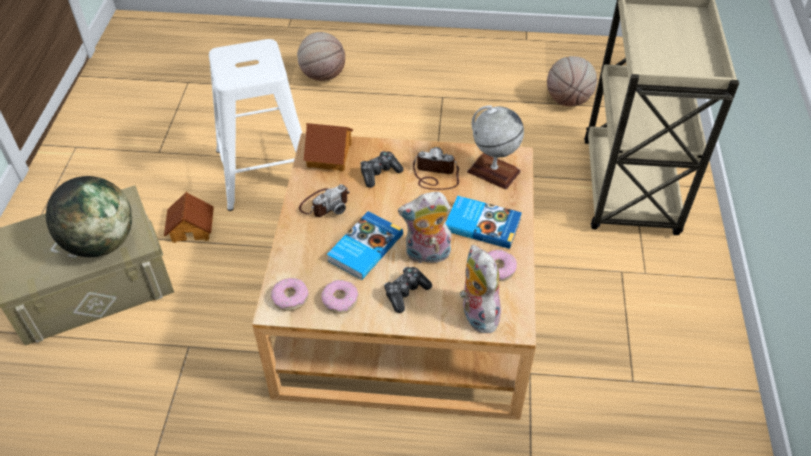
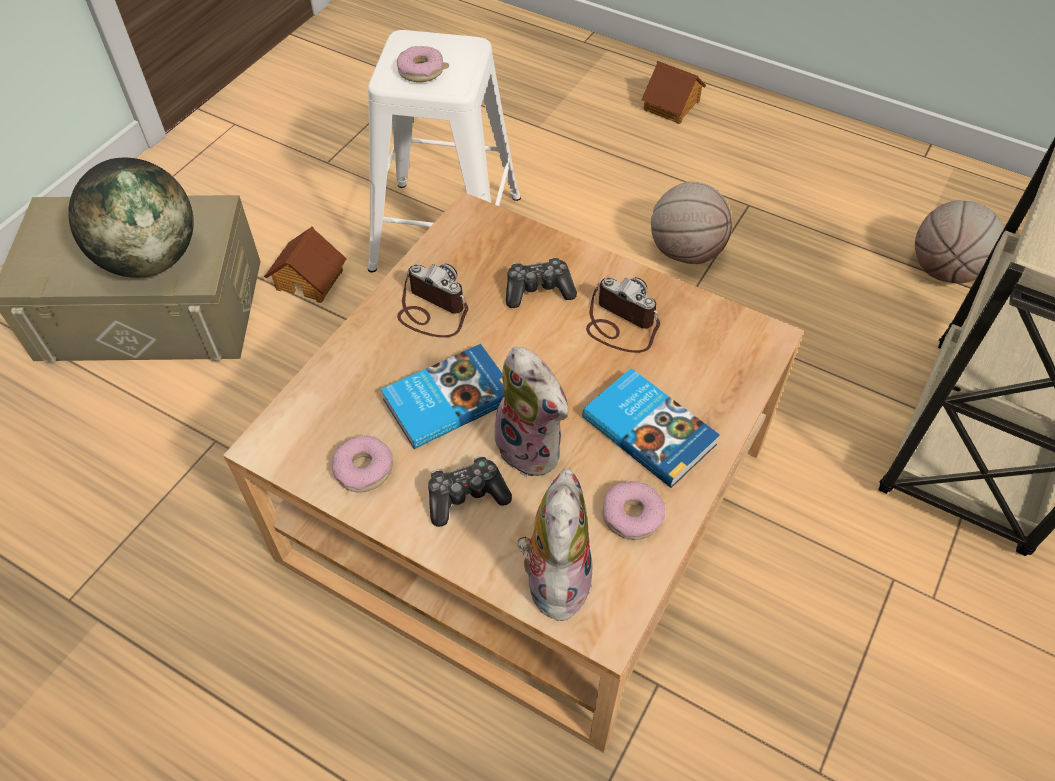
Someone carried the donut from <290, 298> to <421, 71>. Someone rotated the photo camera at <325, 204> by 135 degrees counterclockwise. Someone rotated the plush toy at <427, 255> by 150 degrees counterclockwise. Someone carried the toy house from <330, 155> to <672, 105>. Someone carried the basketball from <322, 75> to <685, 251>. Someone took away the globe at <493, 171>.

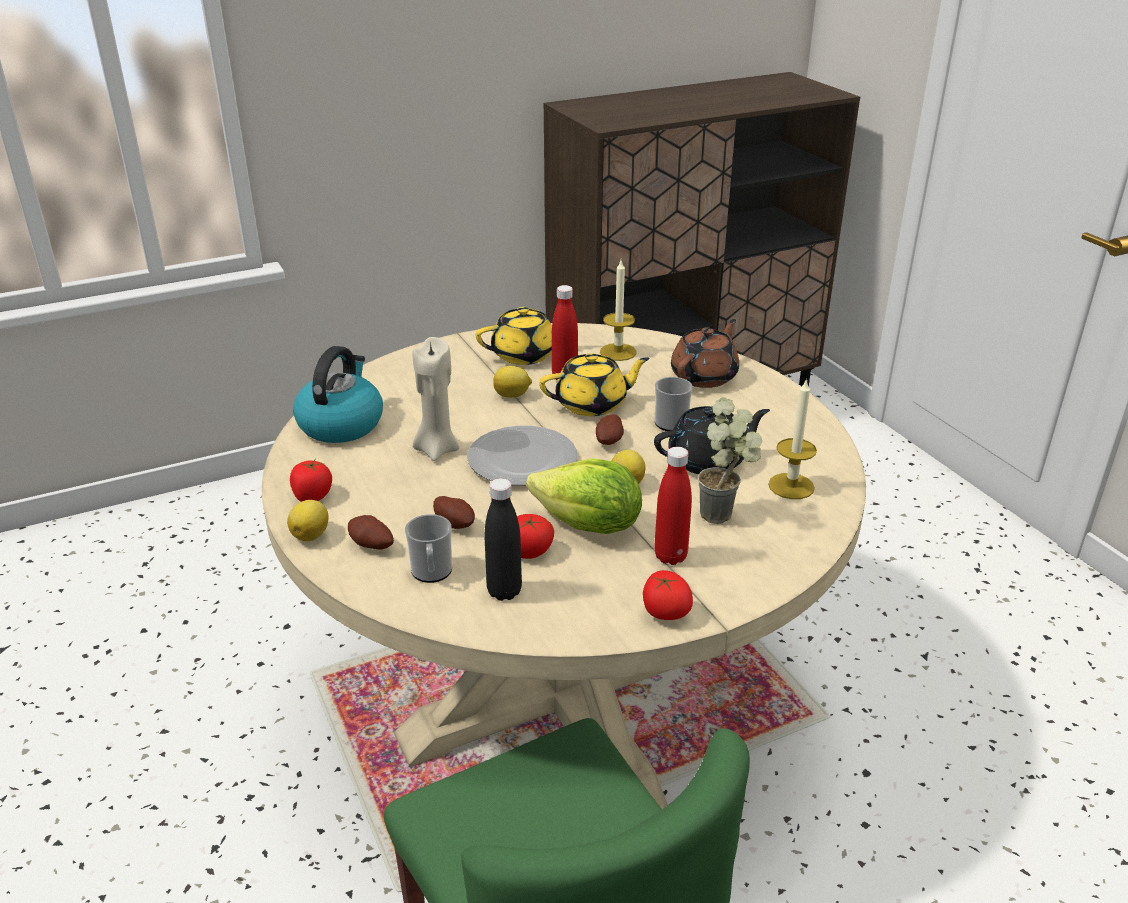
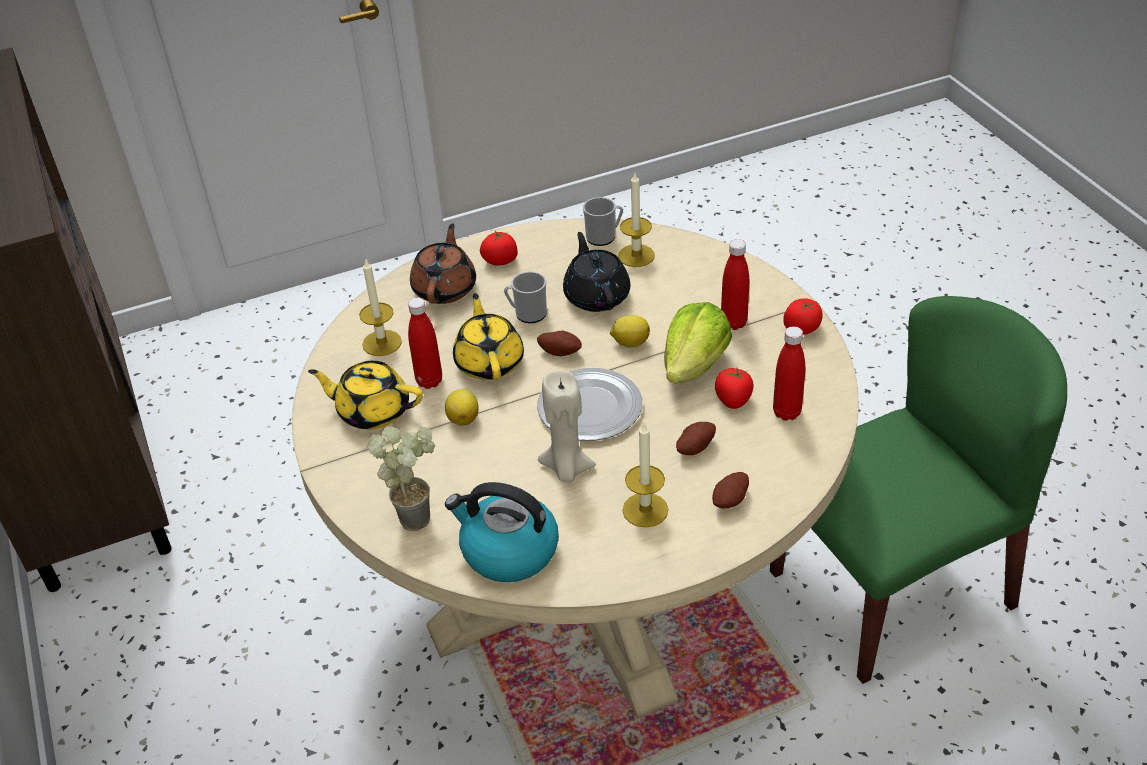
Someone rotated the teapot (yellow) at <526, 354> by 60 degrees counterclockwise. Someone carried the potted plant from <725, 516> to <417, 513>. Someone rotated the teapot (brown) at <705, 376> by 60 degrees clockwise. Someone carried the tomato from <312, 496> to <500, 260>. Someone carried the mug from <432, 573> to <604, 237>. Someone put down the candle at <645, 510>. Someone repainted the bottle (black) at <504, 591>, which became the bottle (red) at <786, 412>. Someone took away the lemon at <311, 535>.

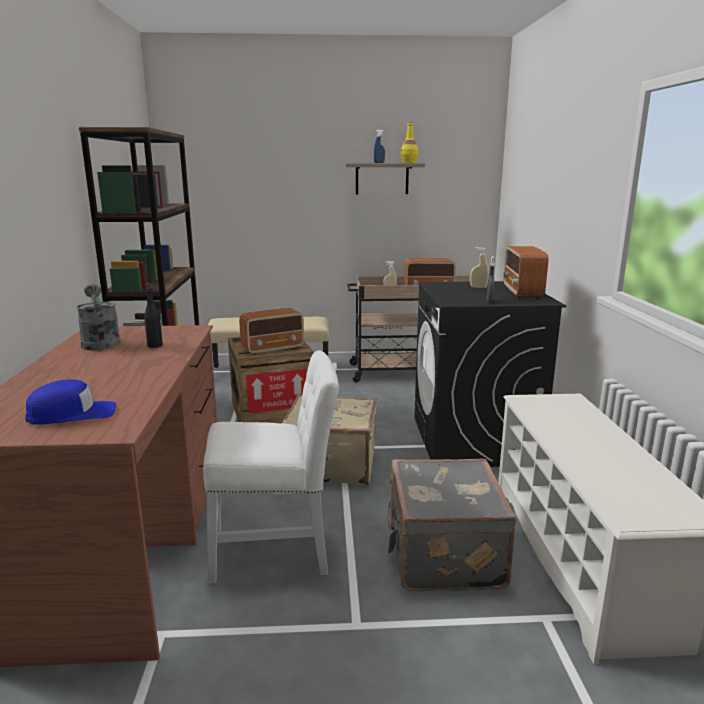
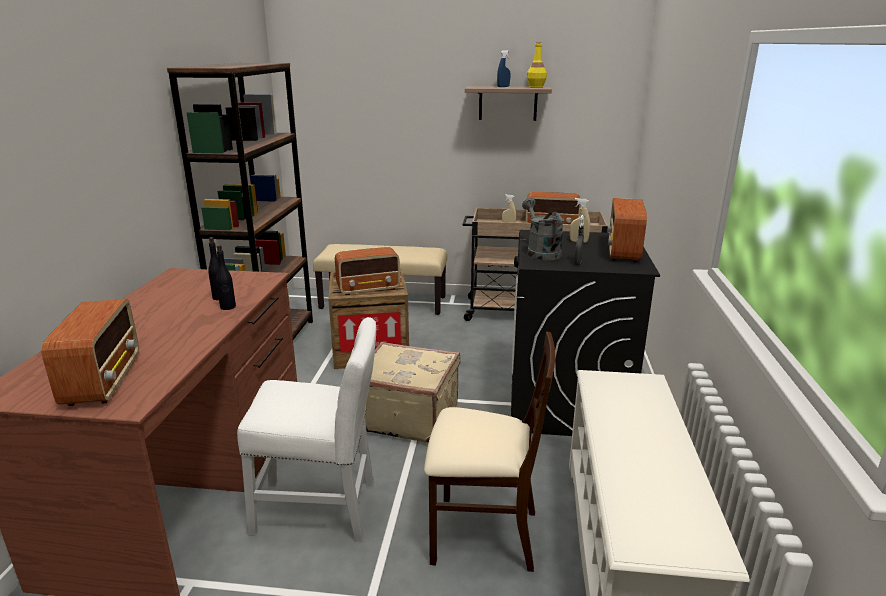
Someone swapped the cap (blue) at <72, 414> for the radio at <103, 380>. Someone put down the bottle (black) at <228, 307>. Someone swapped the suitcase (grey) at <442, 555> for the chair (beige) at <483, 534>. Someone carried the watering can (grey) from <100, 342> to <541, 252>.

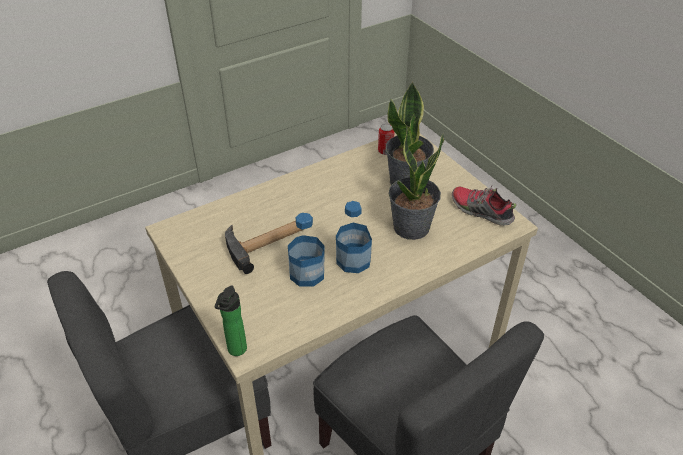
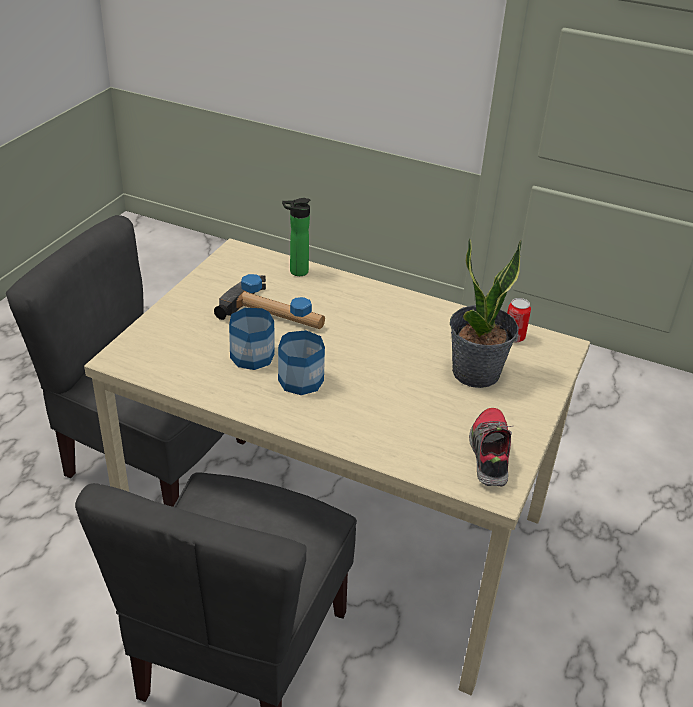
Someone carried the bottle from <236, 351> to <296, 272>. Someone took away the potted plant at <411, 228>.

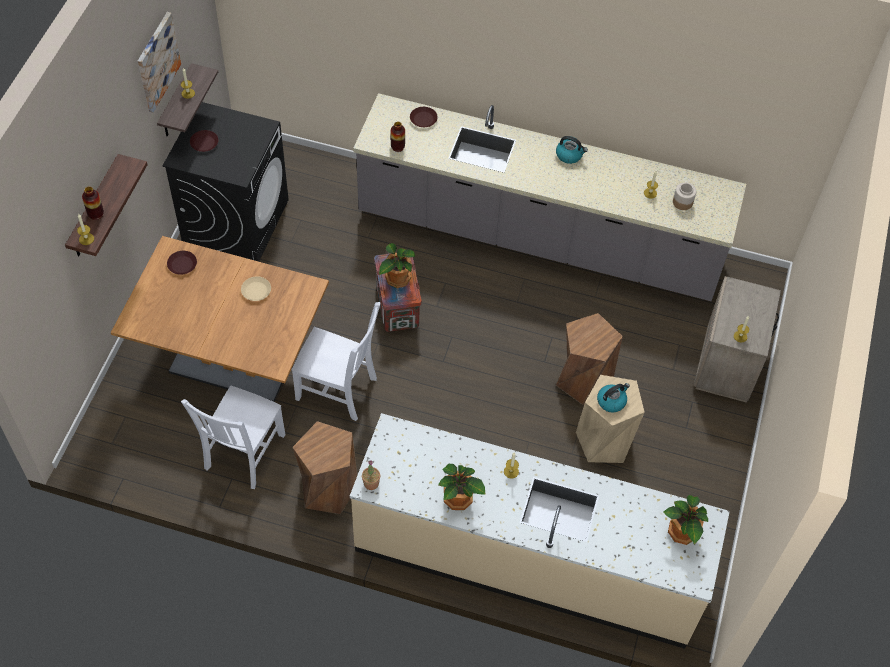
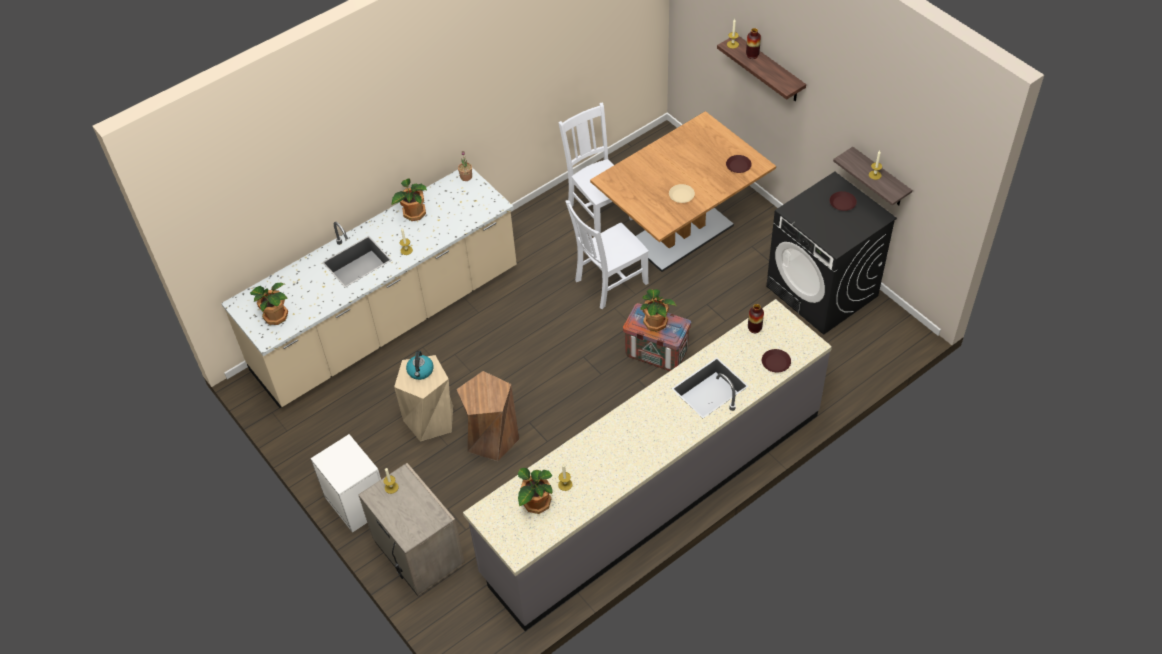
Someone put down the nightstand (white) at <357, 501>. Someone swapped the jar at <682, 202> for the potted plant at <536, 503>. Someone took away the picture at <157, 62>. Someone took away the stool (brown) at <328, 489>. Someone took away the kettle at <569, 155>.

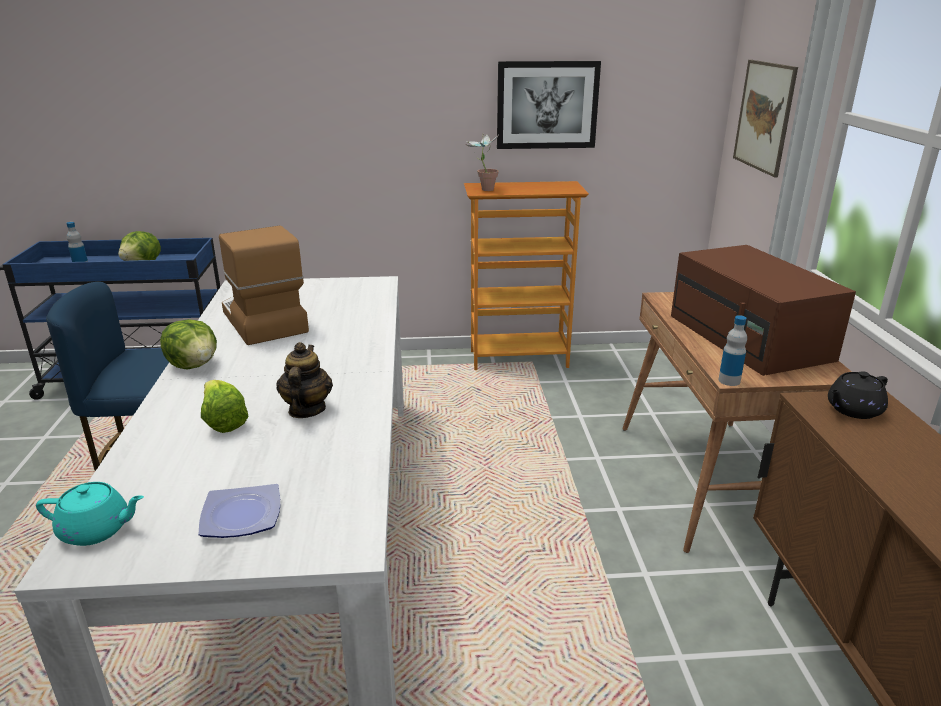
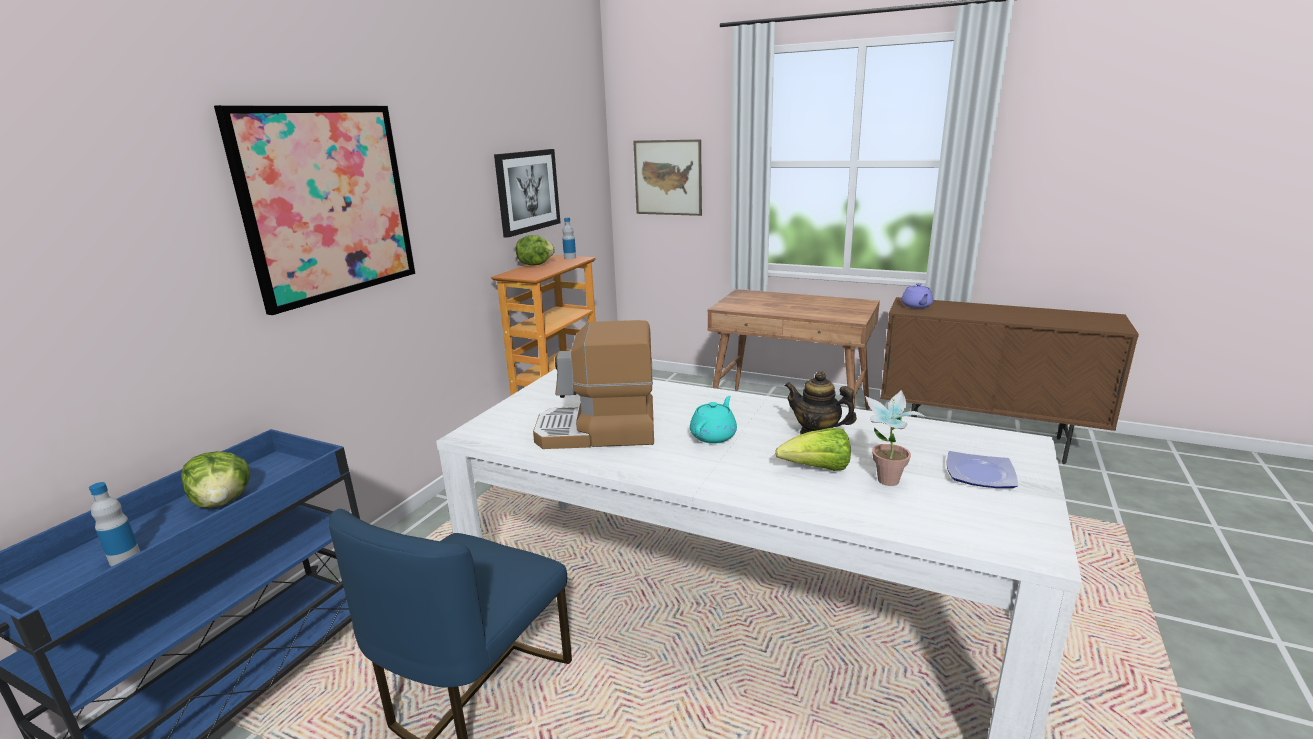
Someone put up the picture at <328, 203>. Someone carried the lettuce from <194, 365> to <535, 264>. Someone carried the bottle from <729, 381> to <570, 258>. Someone carried the teapot (turquoise) from <97, 530> to <714, 435>. Someone carried the potted plant from <483, 189> to <885, 484>. Someone repainted the teapot (black) at <853, 410>, which became the teapot (purple) at <916, 306>. Someone took away the microwave (brown) at <750, 338>.

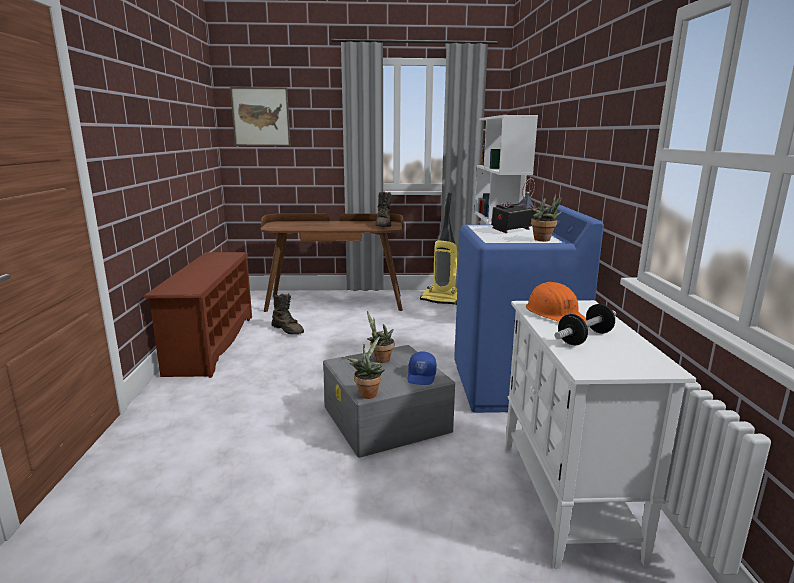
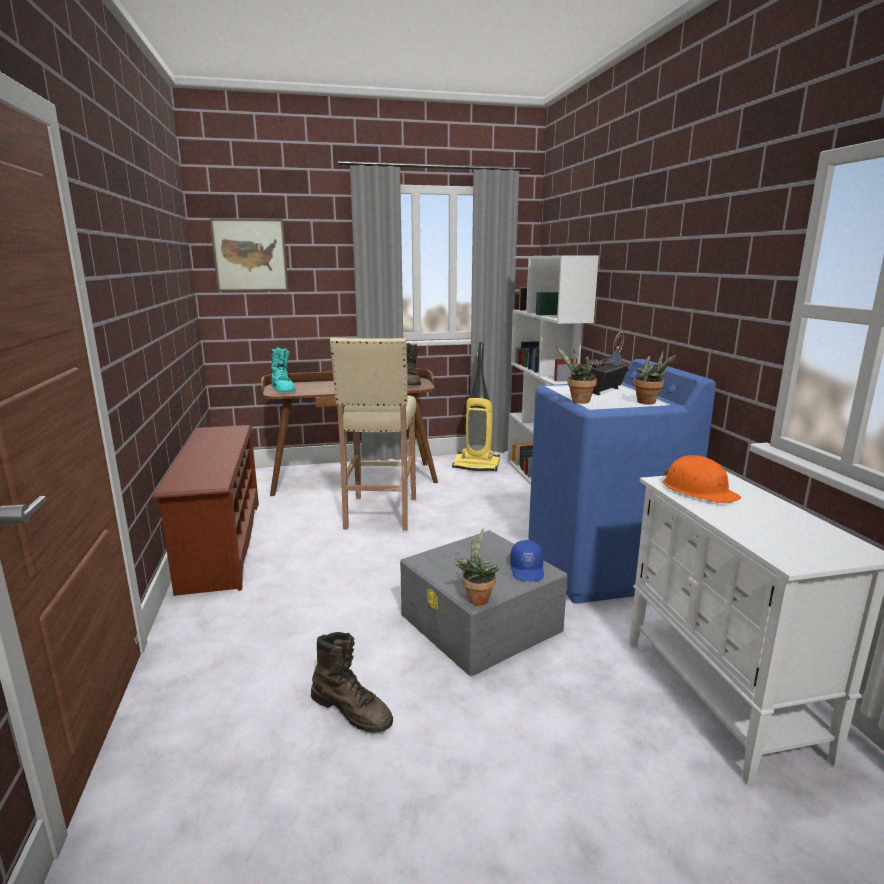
Someone put down the boot (turquoise) at <283, 390>. Someone carried the boot (brown) from <288, 330> to <352, 710>. Someone put down the stool (beige) at <380, 514>. Someone carried the potted plant from <380, 359> to <577, 401>. Someone took away the dumbbell at <585, 338>.

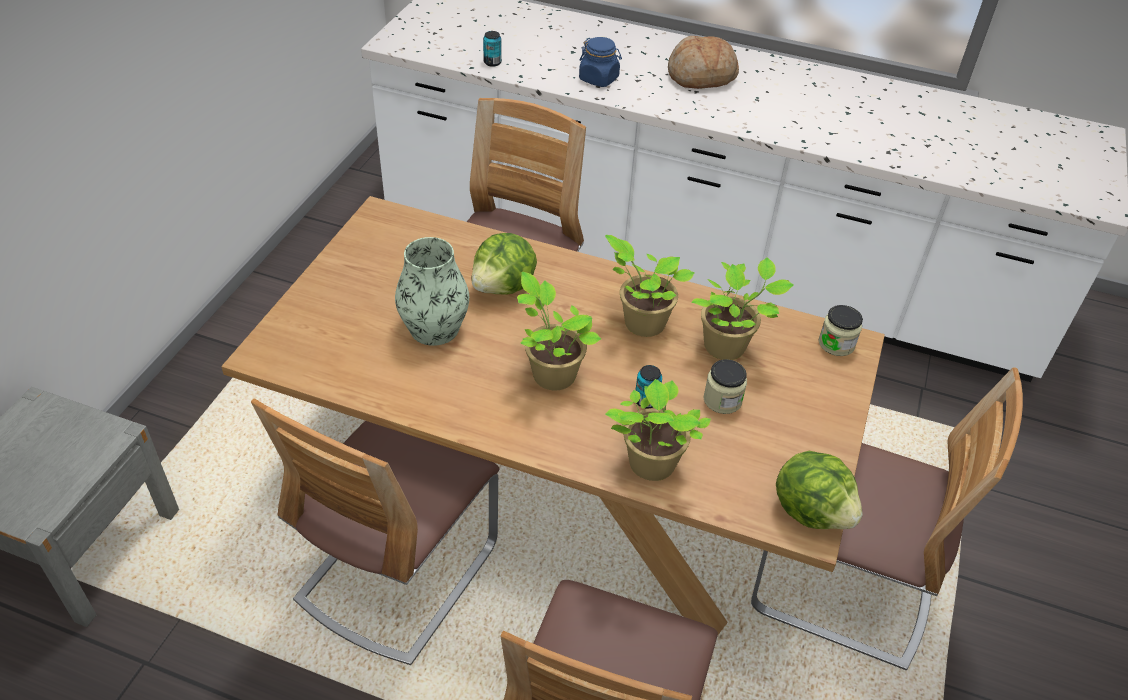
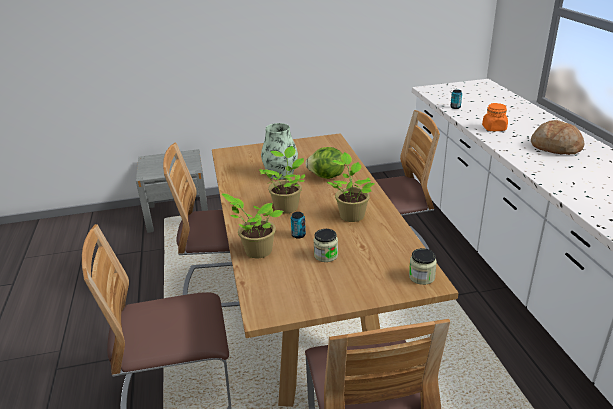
Someone repainted the jar (blue) at <599, 79>, which became the jar (orange) at <494, 128>. Someone took away the potted plant at <728, 347>. Someone took away the lettuce at <812, 510>.

